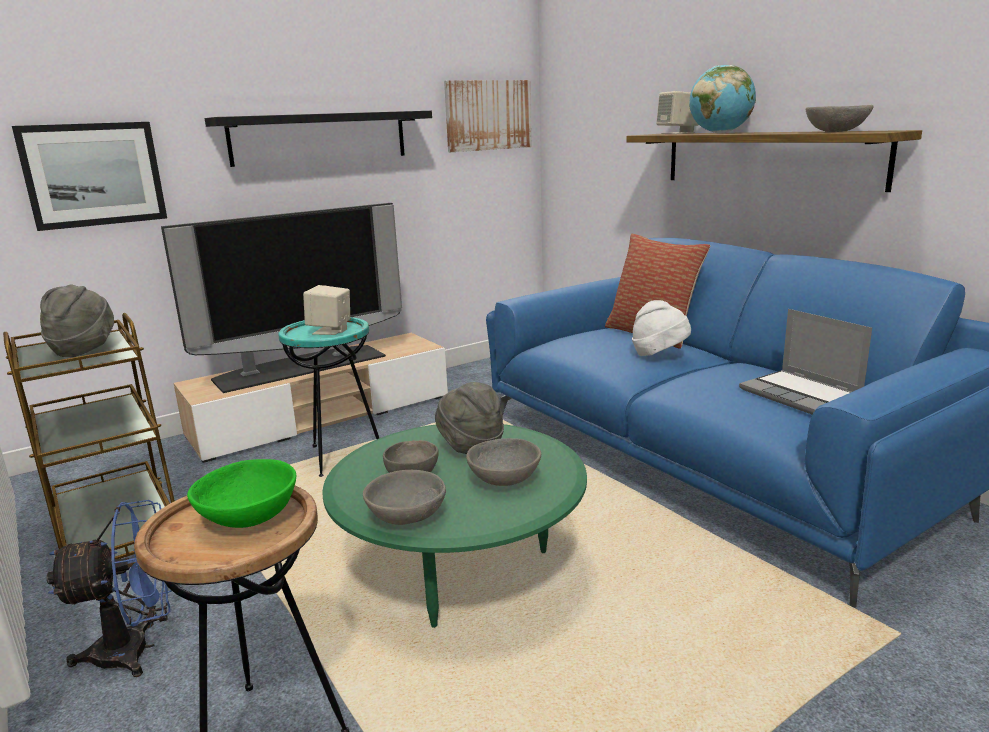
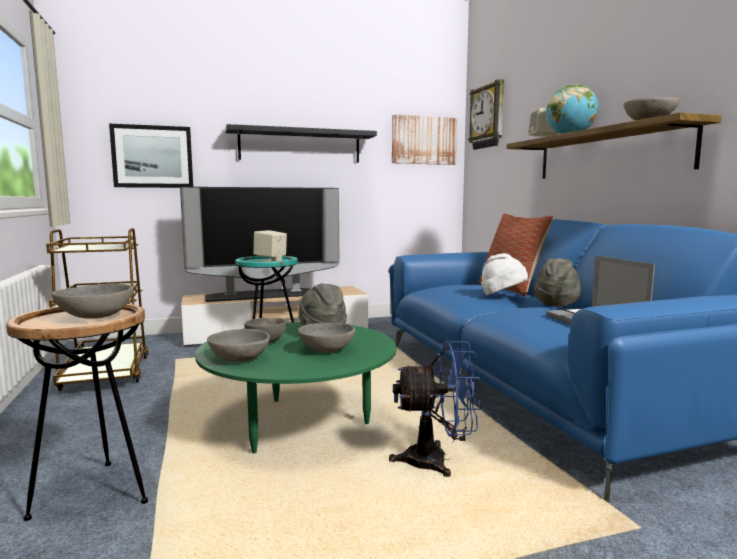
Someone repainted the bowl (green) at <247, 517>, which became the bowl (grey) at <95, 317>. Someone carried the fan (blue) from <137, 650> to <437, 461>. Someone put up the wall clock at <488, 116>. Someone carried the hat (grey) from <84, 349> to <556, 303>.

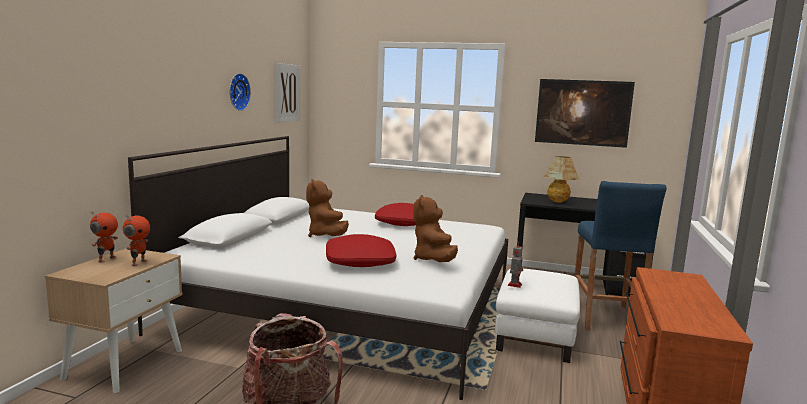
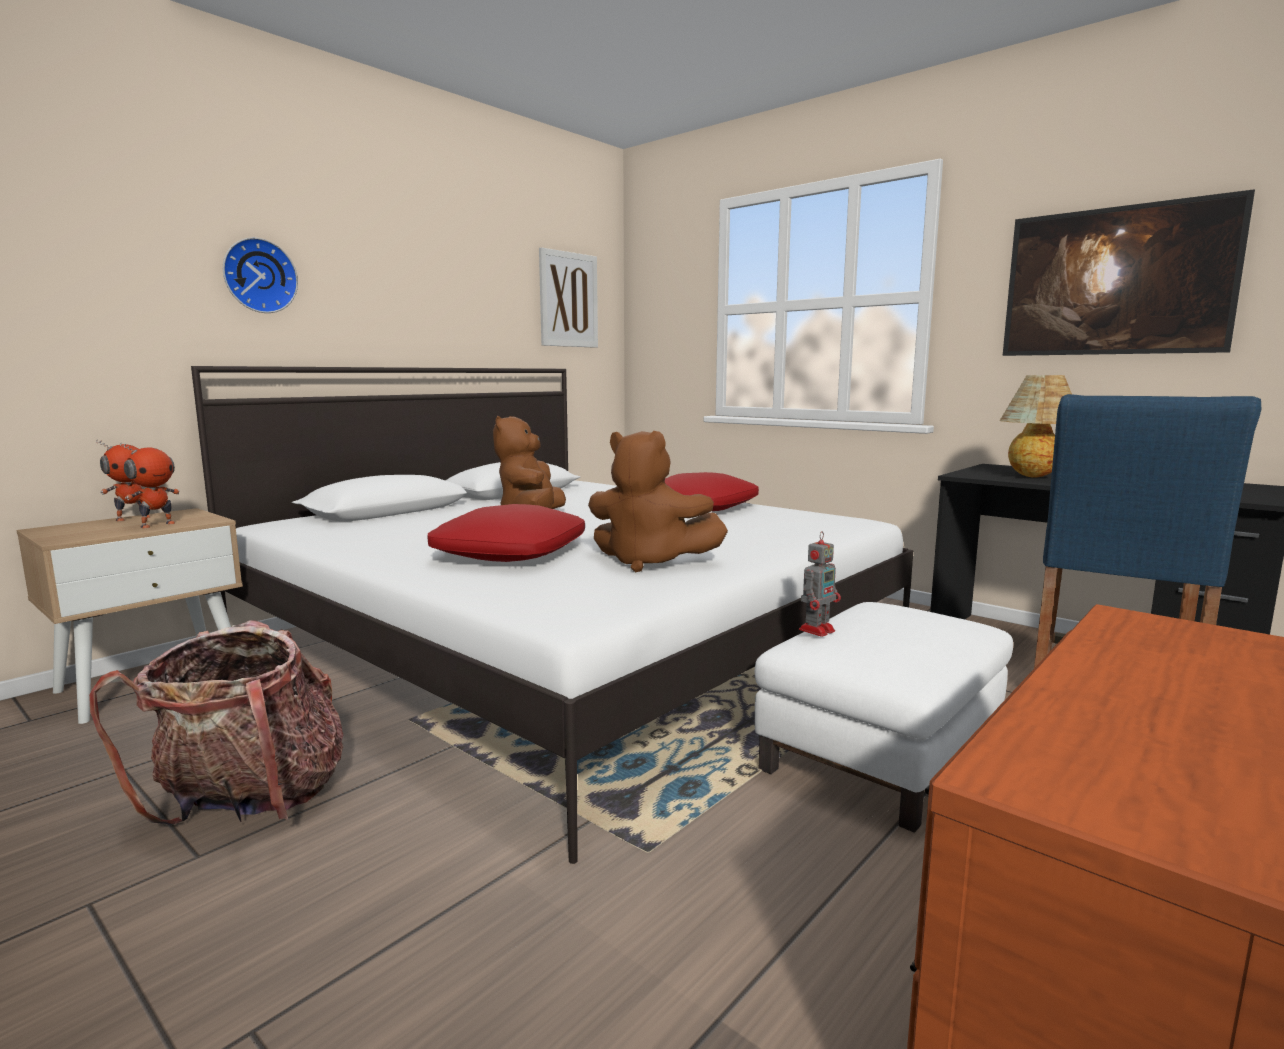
Someone carried the wall clock from <237, 91> to <259, 276>. Someone rotated the plush toy (brown) at <433, 260> by 90 degrees counterclockwise.

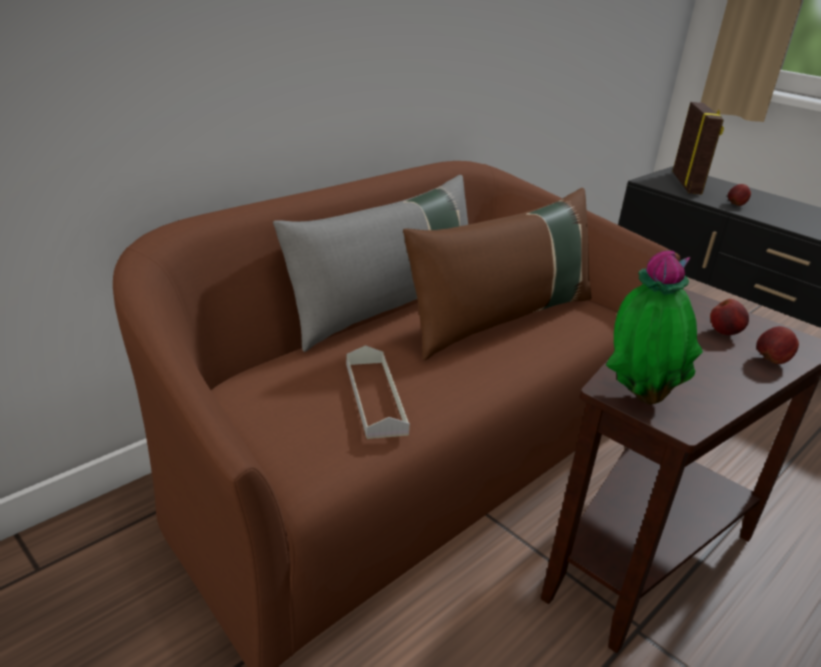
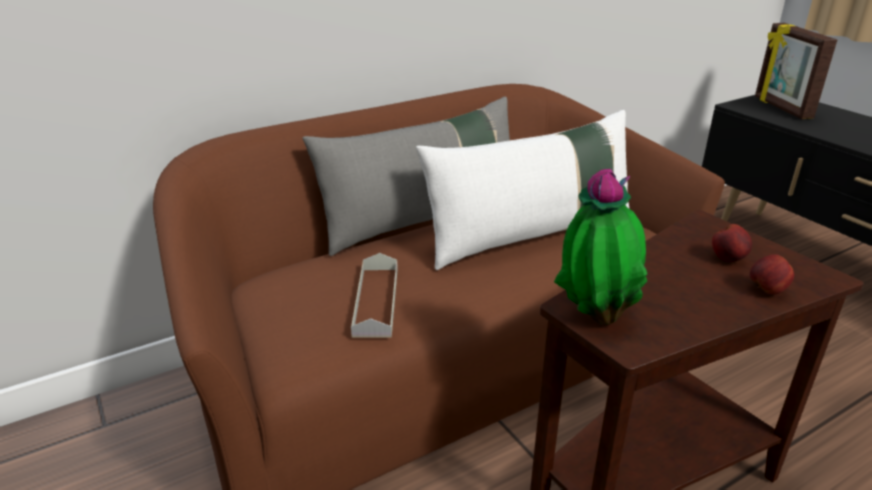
Someone repainted the pillow (brown) at <501, 318>, which became the pillow (white) at <530, 235>. Someone rotated the picture frame at <687, 184> by 150 degrees clockwise. Someone took away the apple at <736, 205>.

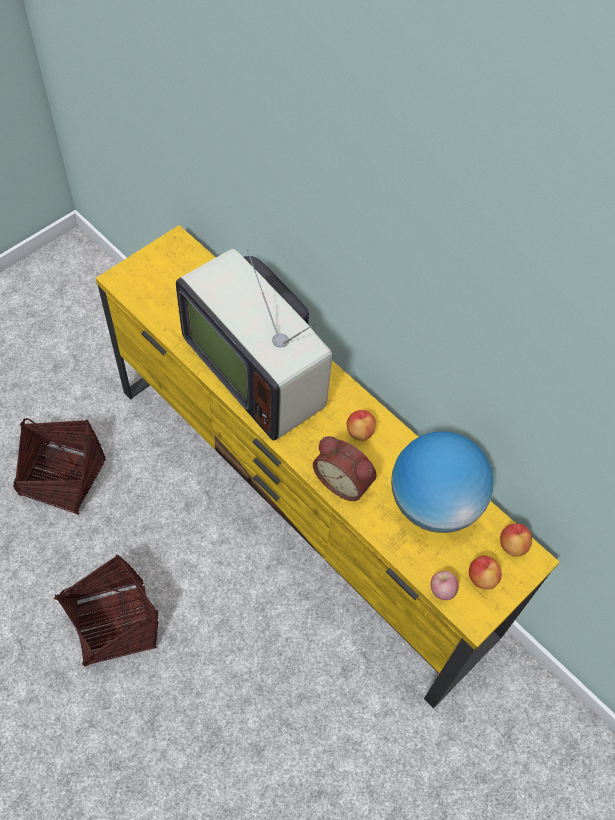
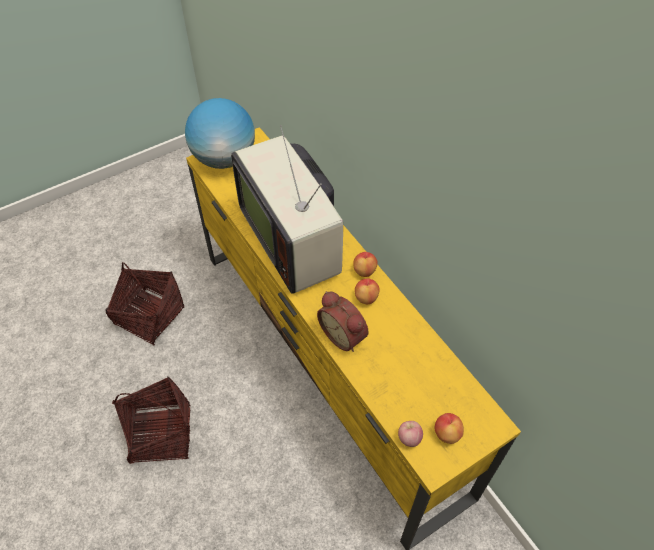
Someone carried the globe from <434, 503> to <224, 159>. Someone carried the apple from <512, 545> to <364, 271>.

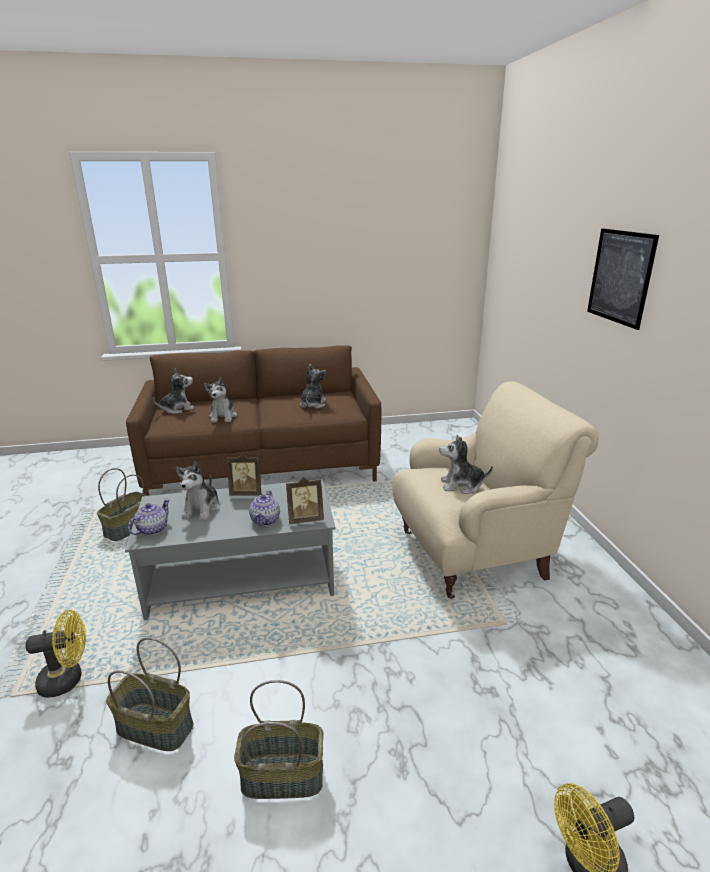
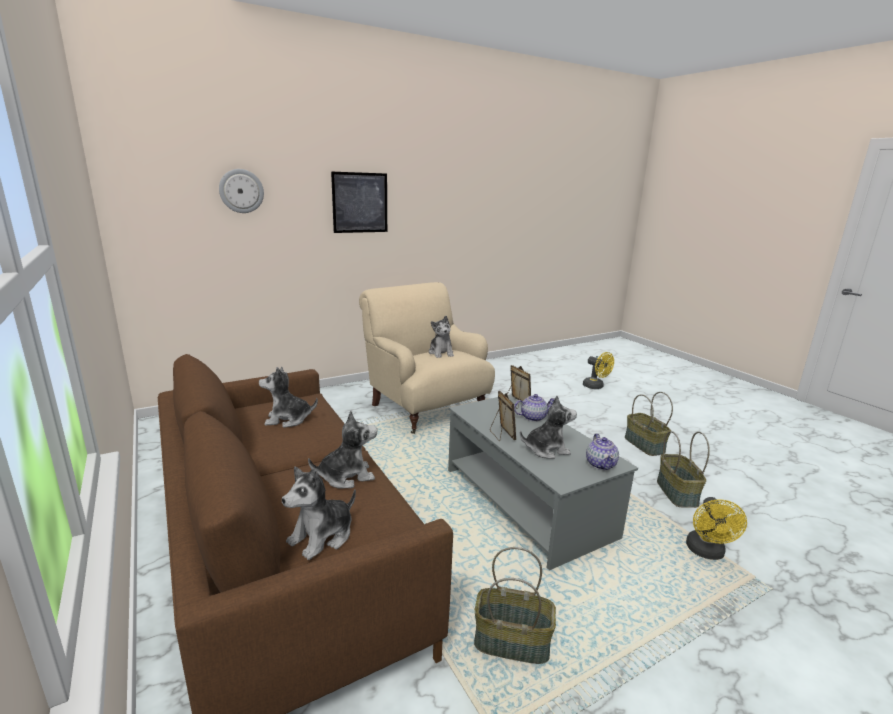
Someone put up the wall clock at <241, 191>. Someone rotated the plush toy at <177, 409> by 90 degrees counterclockwise. Someone rotated the teapot at <152, 529> by 105 degrees counterclockwise. Someone rotated the fan (yellow) at <68, 679> by 135 degrees counterclockwise.

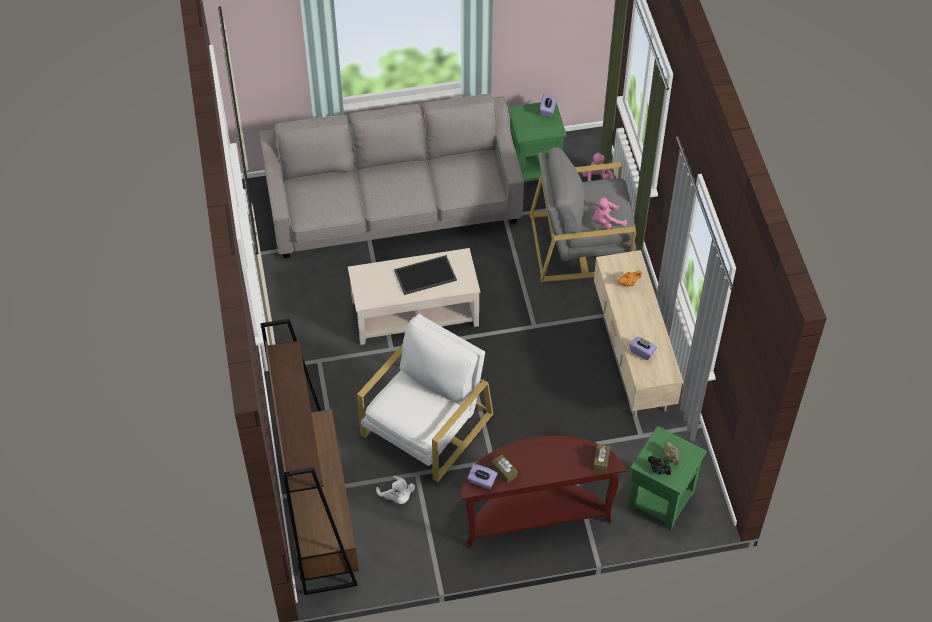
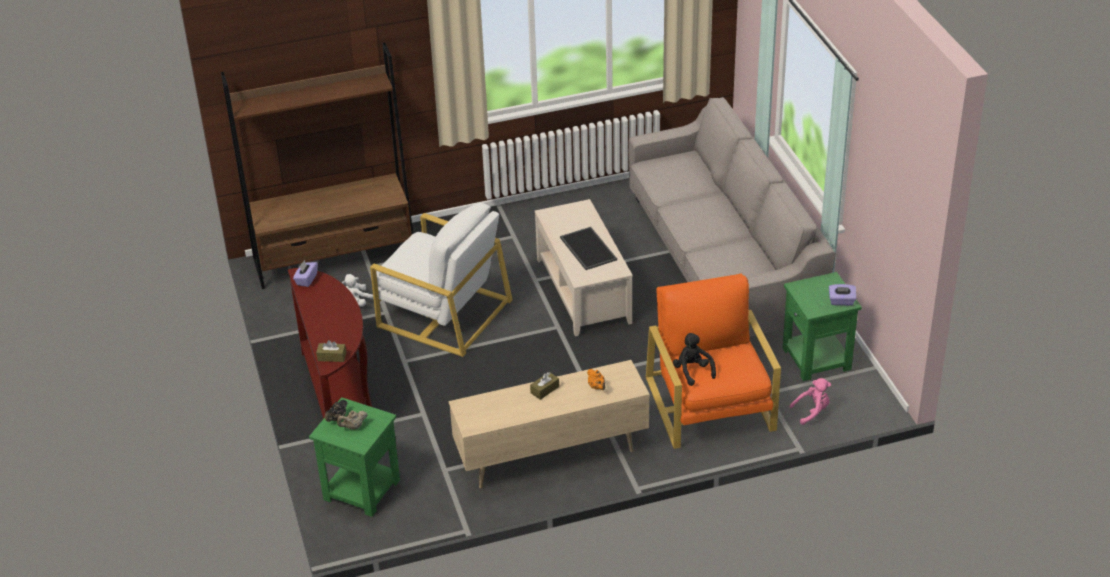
Someone carried the tissue box (brown) from <504, 471> to <544, 390>. Someone repainted the armchair (grey) at <581, 243>, which became the armchair (orange) at <710, 404>. Someone repainted the plush toy (pink) at <607, 222>, which became the plush toy (black) at <692, 371>. Someone took away the tissue box (purple) at <642, 352>.

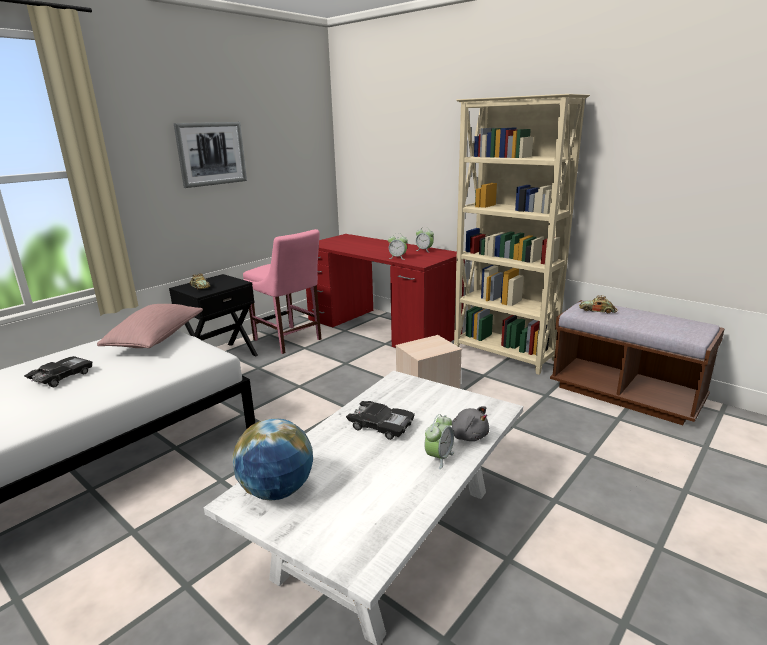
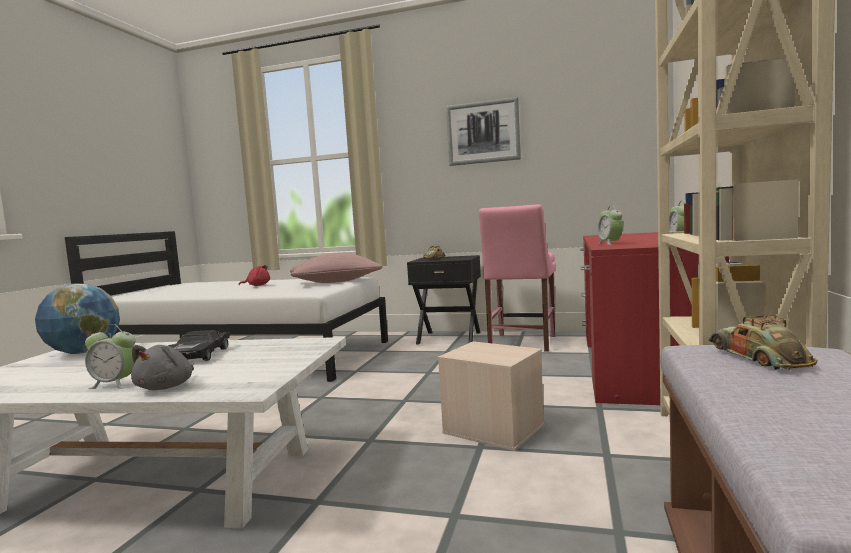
Someone swapped the toy car (black) at <61, 377> for the plush toy (red) at <257, 285>.

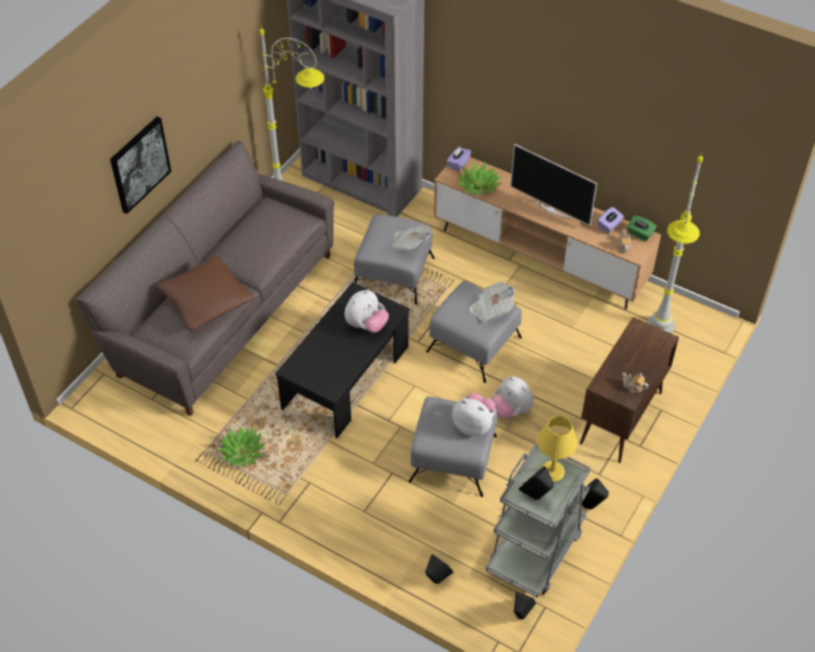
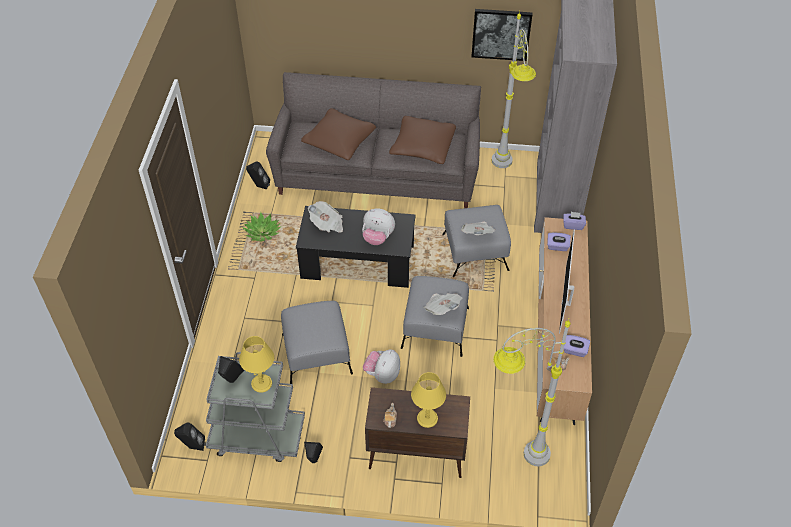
Someone carried the speaker (black) from <437, 581> to <259, 186>. Someone put down the newspaper at <327, 224>. Someone put down the pillow (brown) at <422, 147>. Someone put down the table lamp (yellow) at <427, 418>. Someone carried the picture from <139, 164> to <501, 34>. Someone swapped the potted plant at <478, 186> for the tissue box (purple) at <557, 247>. Someone took away the plush toy at <474, 425>. Someone took away the tissue box (green) at <640, 234>.

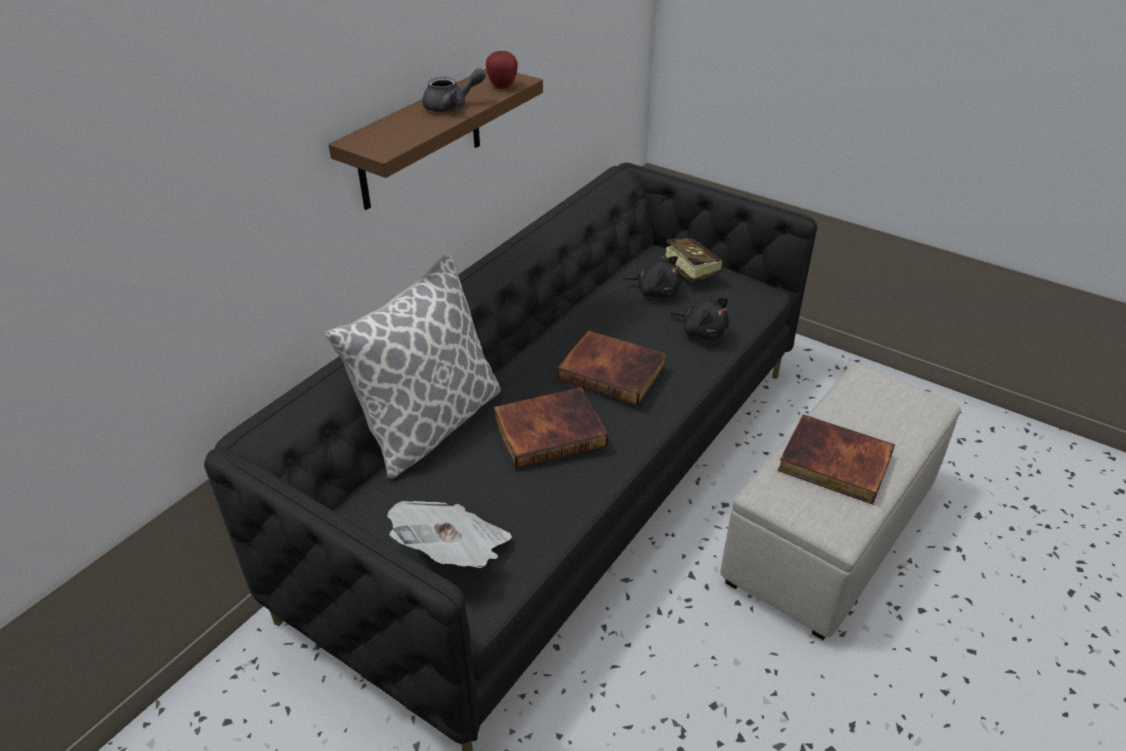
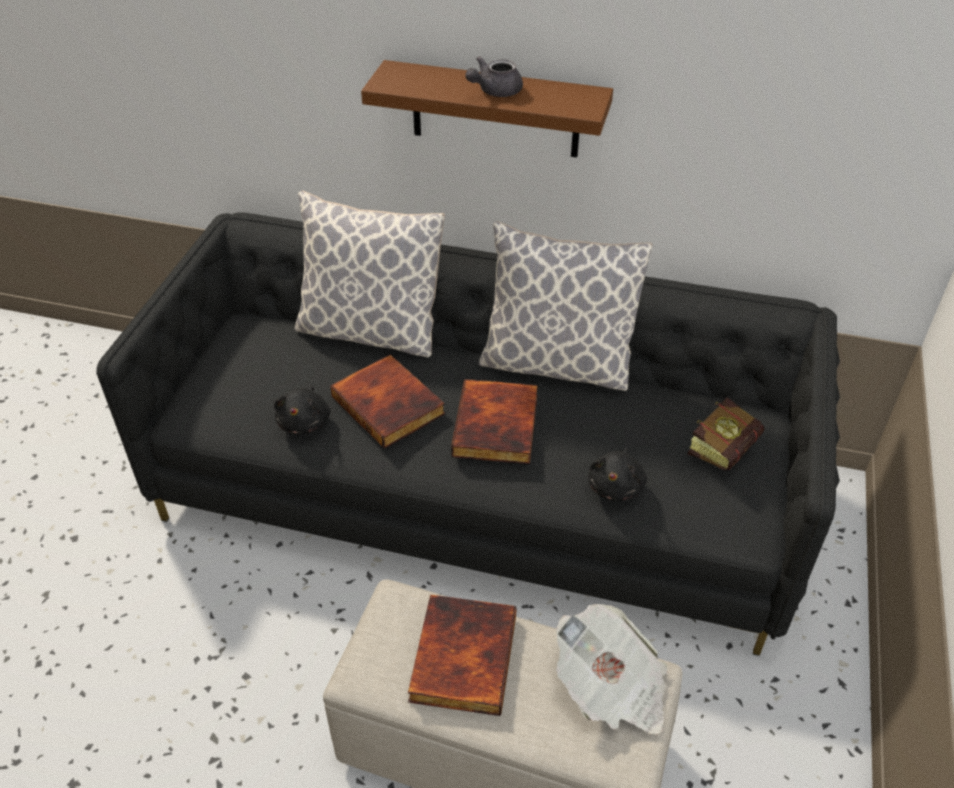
Someone carried the plush toy (black) from <655, 291> to <305, 422>. Someone rotated the teapot (grey) at <452, 106> by 90 degrees clockwise. Someone put down the pillow at <556, 363>. Someone carried the newspaper from <454, 552> to <611, 688>. Someone took away the apple at <502, 86>.

